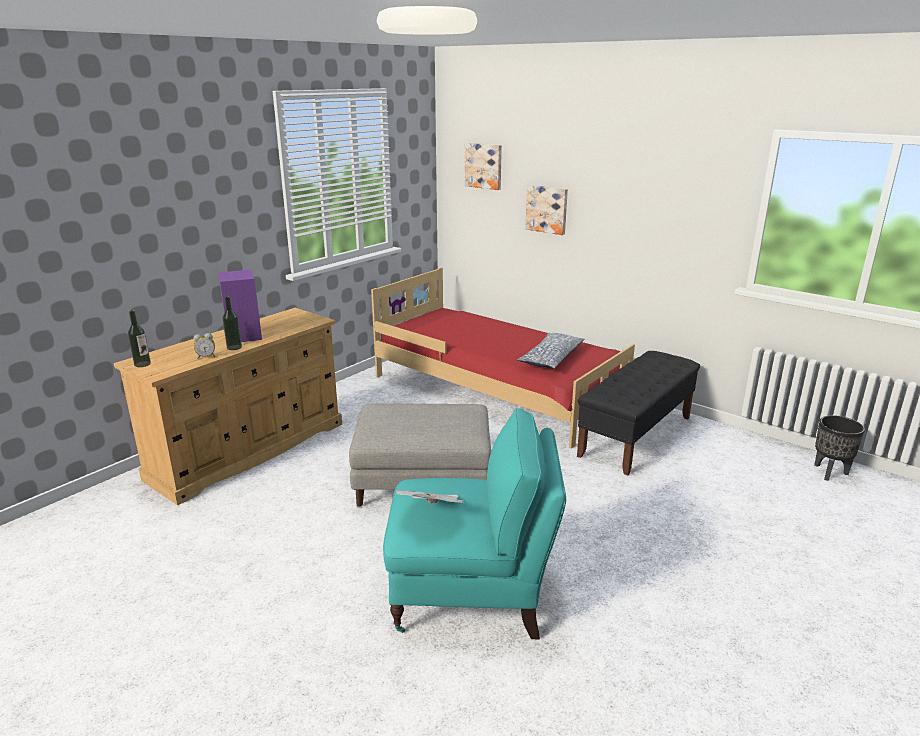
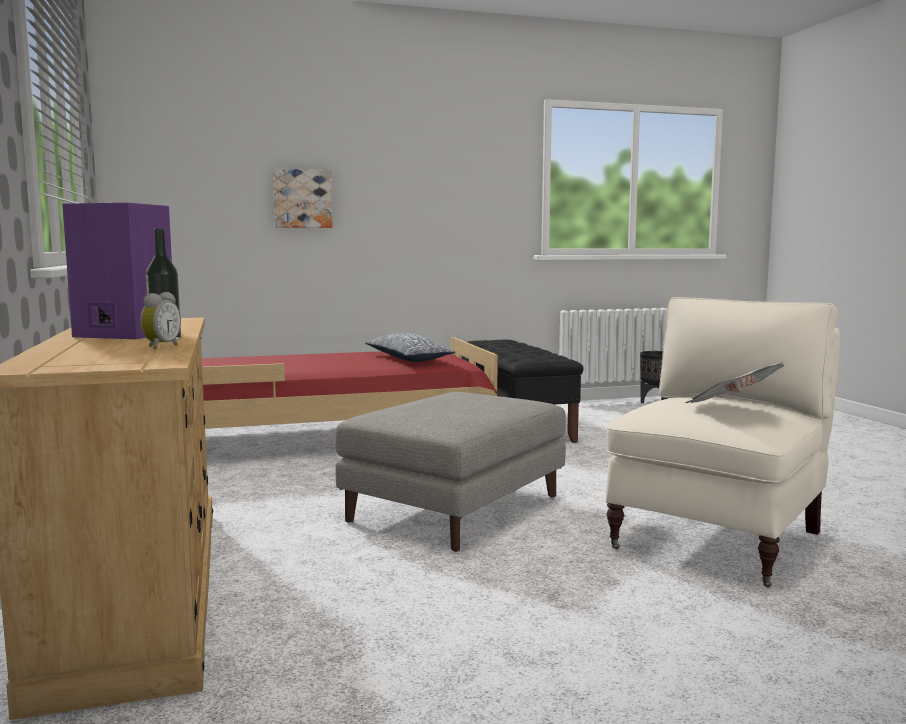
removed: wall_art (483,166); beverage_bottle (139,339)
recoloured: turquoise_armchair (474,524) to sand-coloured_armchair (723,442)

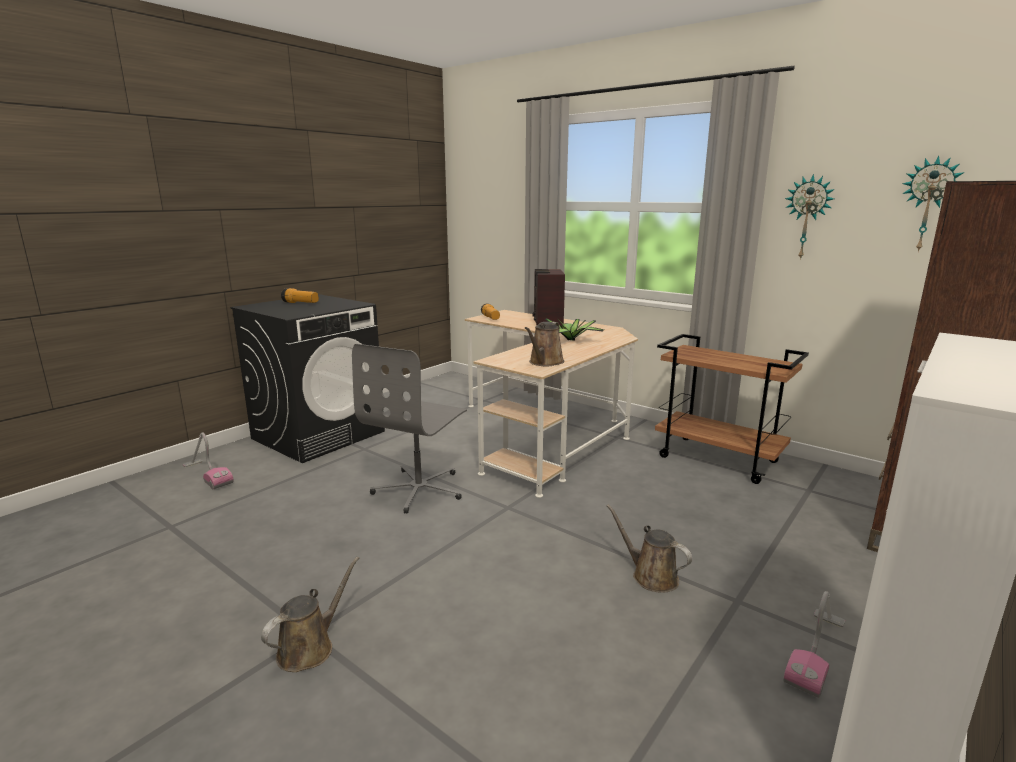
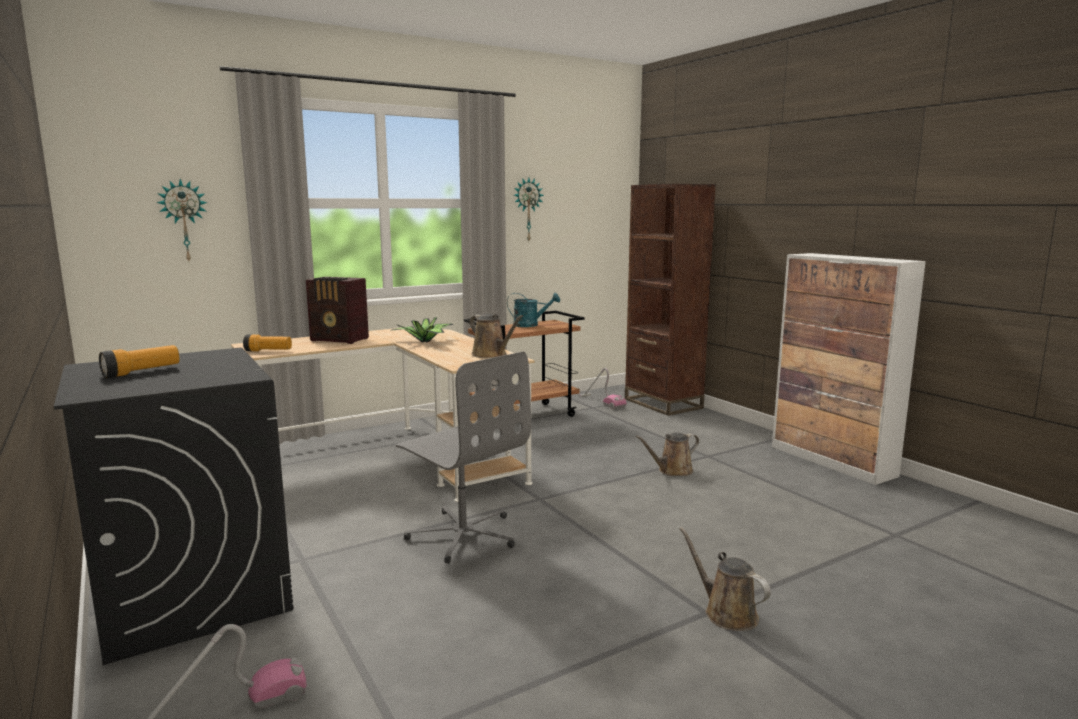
added: turquoise_sprinkling_can (533,310)
moved: clock_on_the_wall (933,204) to (182,220); vacuum_cleaner (814,644) to (602,389)

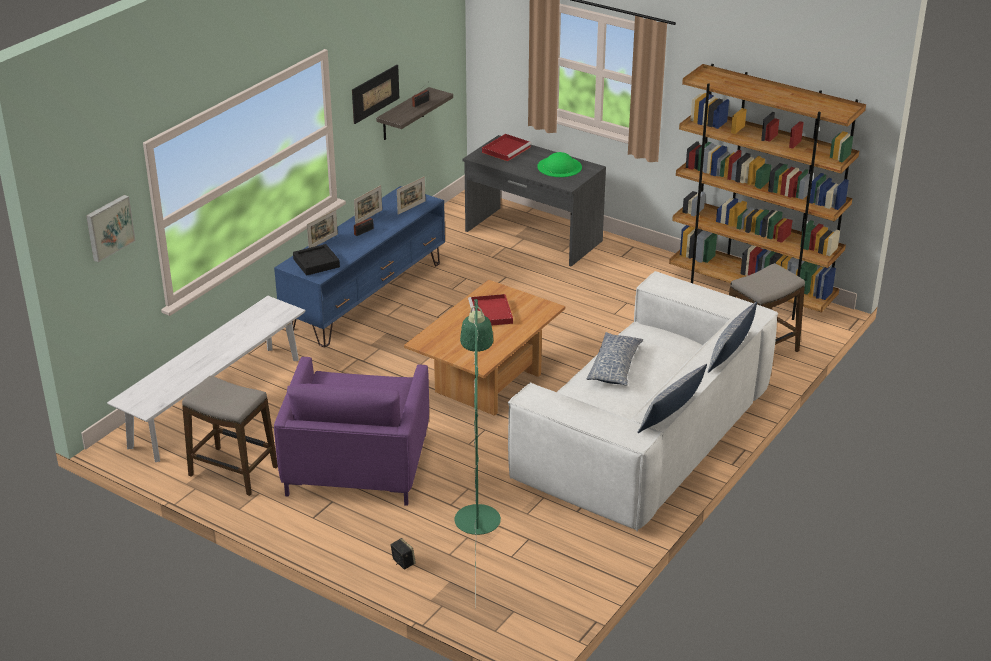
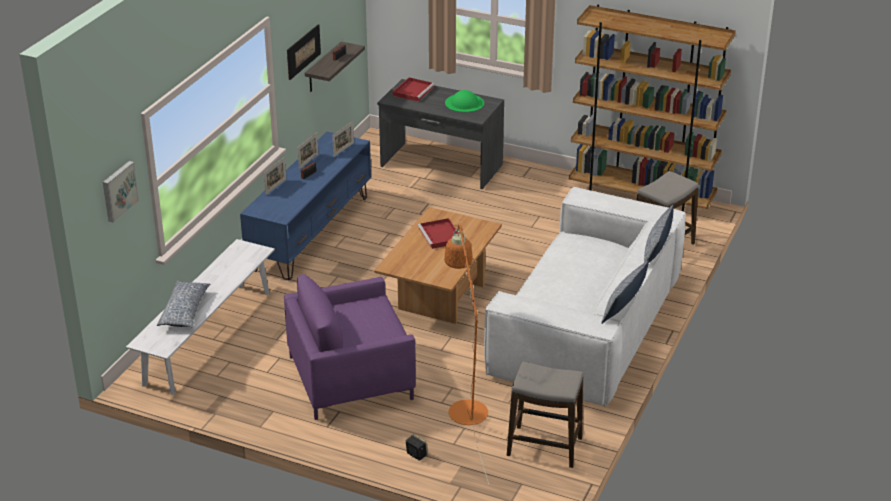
removed: blackish_serving_tray (316,259)
moved: throw_pillow (614,359) to (183,303); sitting_stool (230,436) to (545,415)
recoloured: green_standing_lamp (478,454) to orange-coloured_standing_lamp (466,354)
turned: purple-coloured_armchair (351,431) = (350,347) 75 degrees clockwise

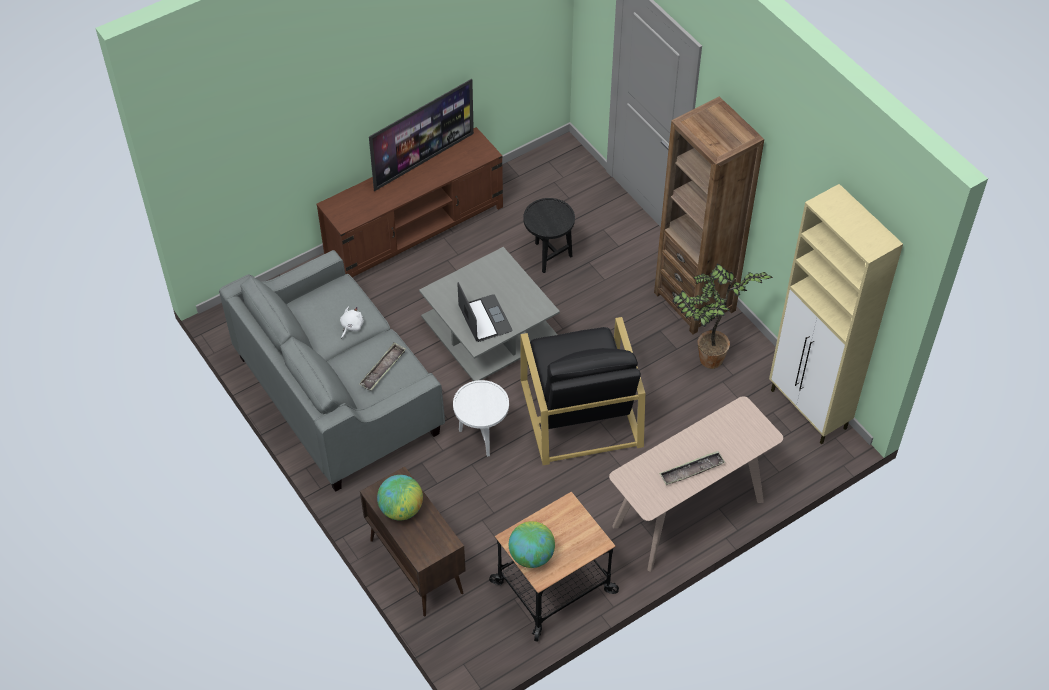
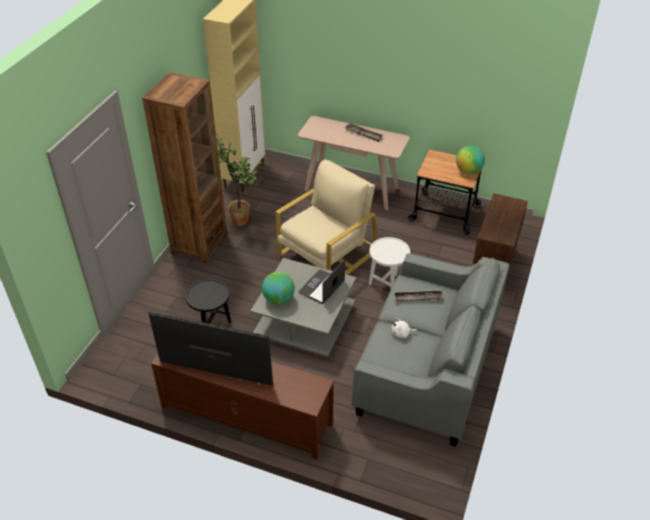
moved: desk_globe (400,498) to (278,288)
recoloured: blackish_armchair (583,391) to sand-coloured_armchair (327,217)

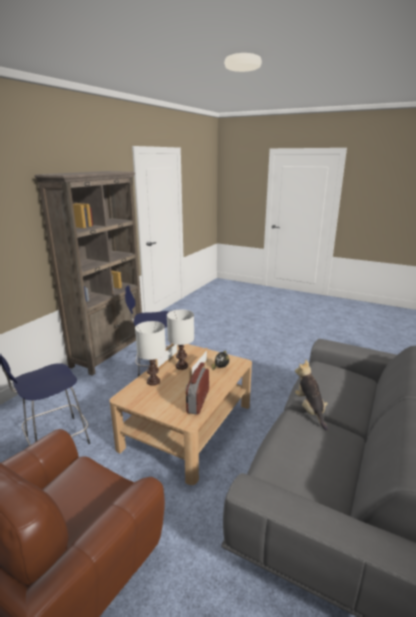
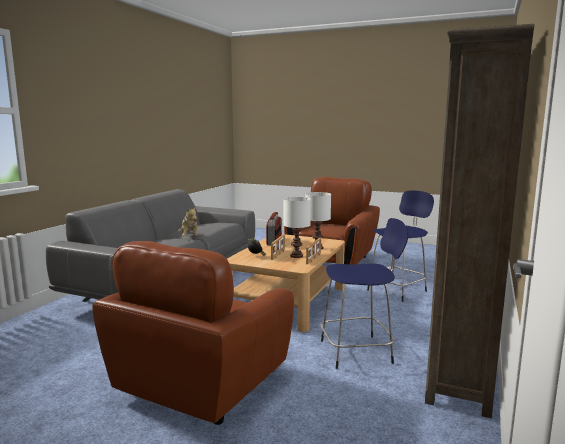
added: brown_armchair (193,333)

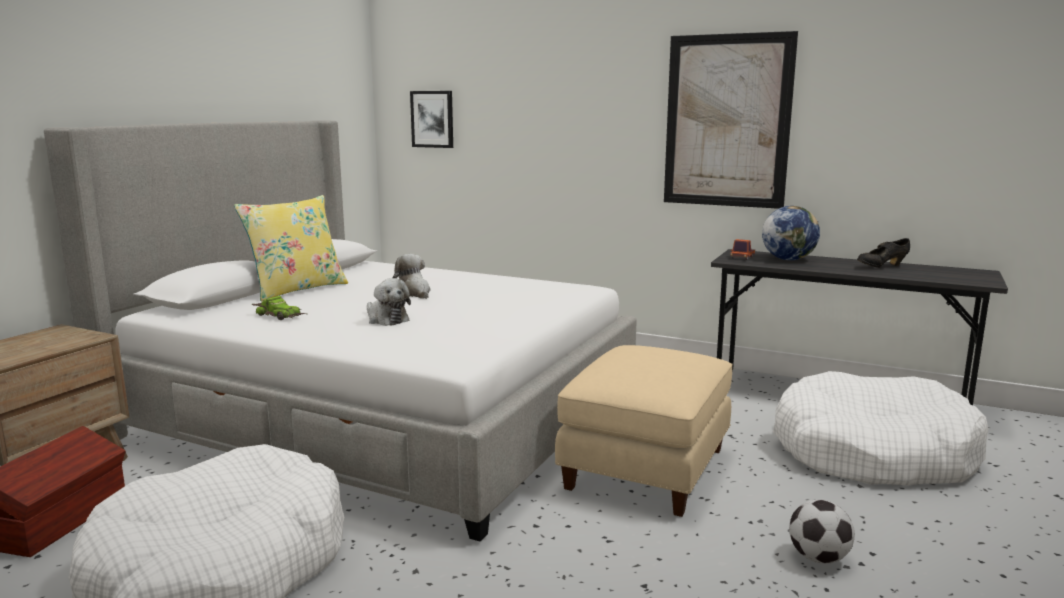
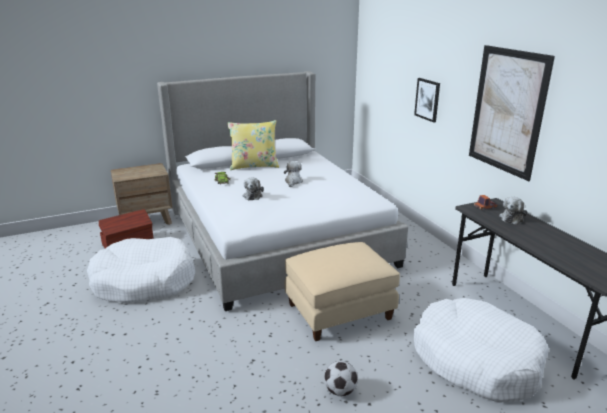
removed: blackish_item_of_footwear (883,253)
moved: wall_art (431,119) to (427,100)
replaced: desk_globe (791,233) to plush_toy (513,211)

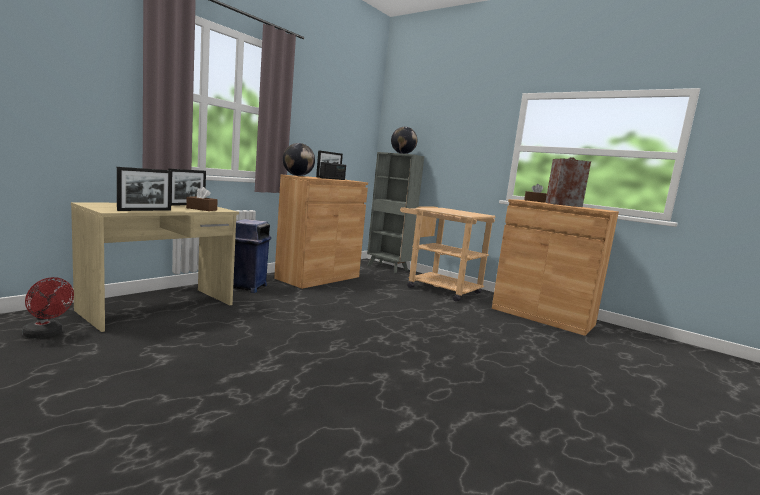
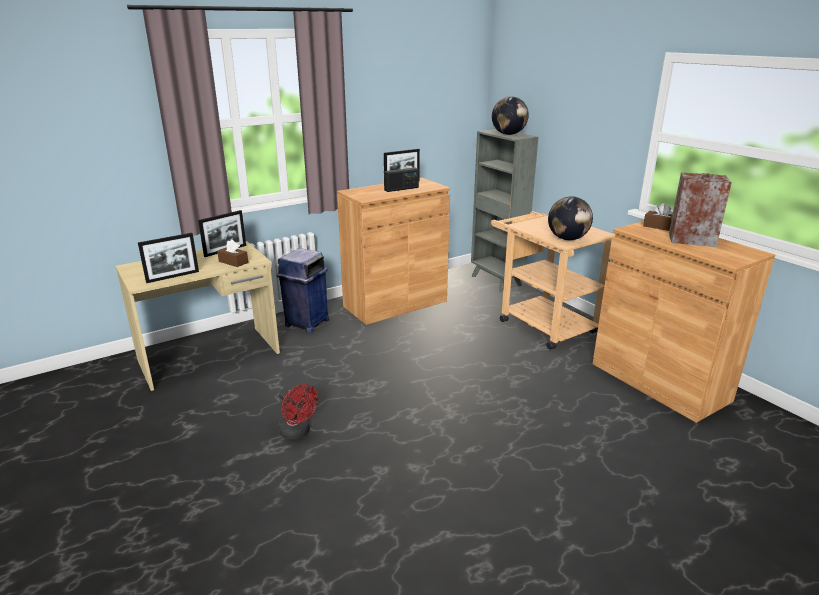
moved: desk_globe (299,159) to (570,218); red_cooling_fan (48,307) to (298,412)

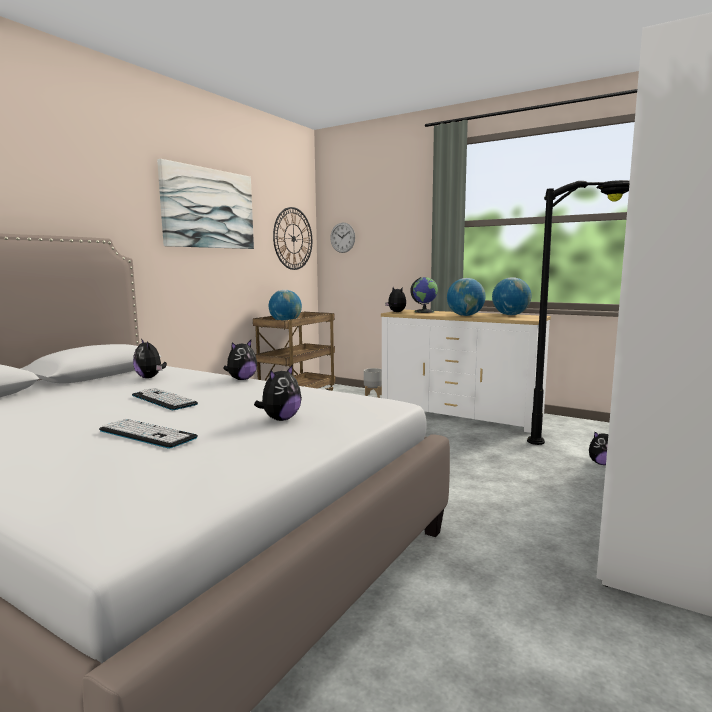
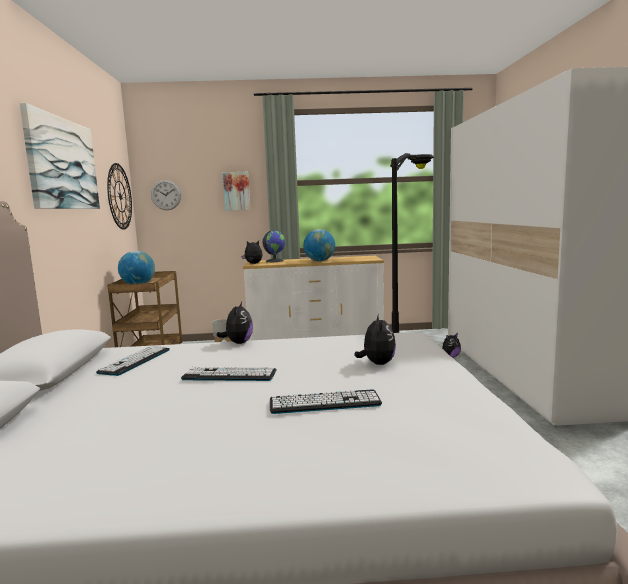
removed: desk_globe (511,296)
added: wall_art (237,191)
replaced: plush_toy (150,358) to computer_keyboard (133,361)

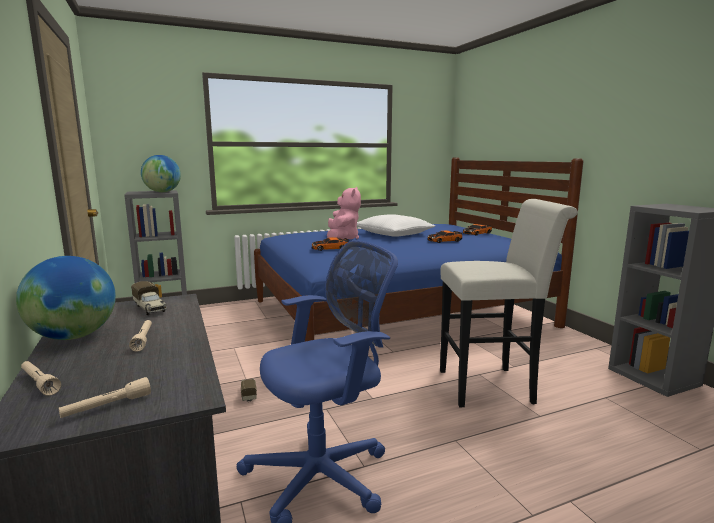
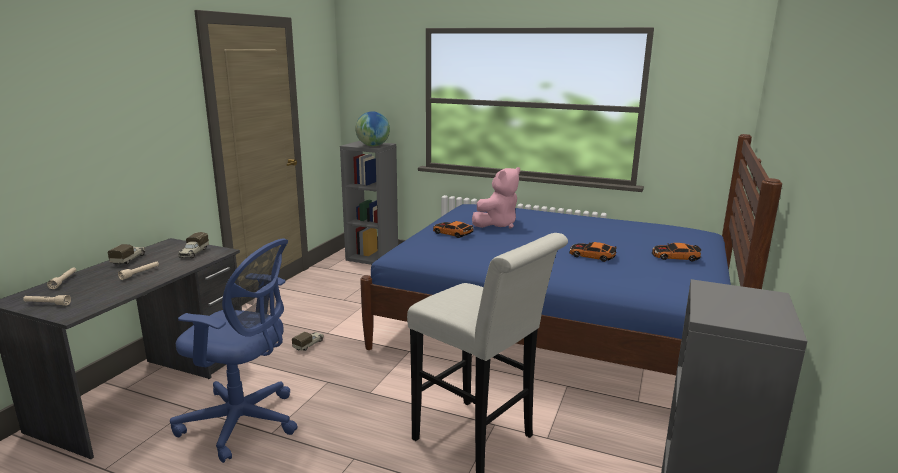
removed: whitish_throw_pillow (396,225)
replaced: desk_globe (66,298) to toy_truck (126,254)

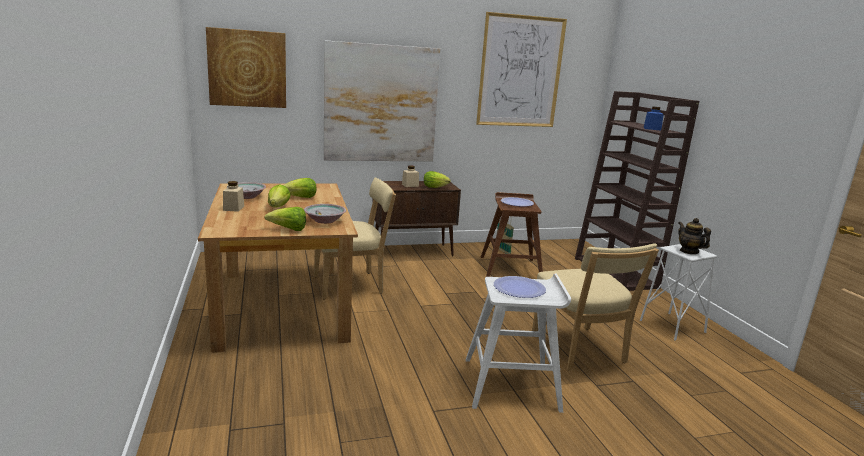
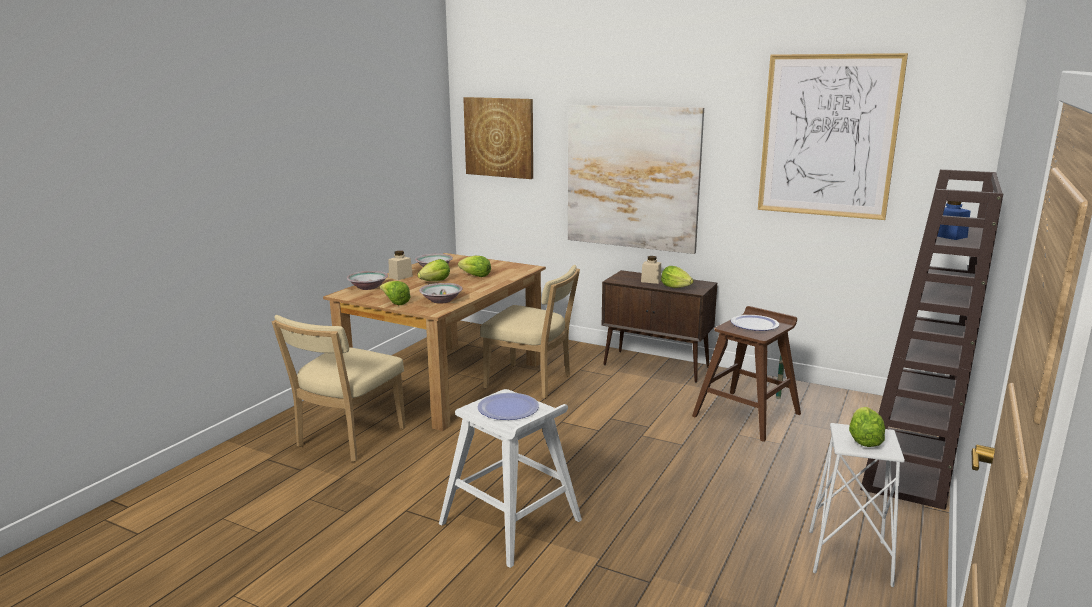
added: deep_dish (367,280)
moved: sand-coloured_upright_chair (595,307) to (339,388)
replaced: teapot (694,236) to head_of_lettuce (867,427)

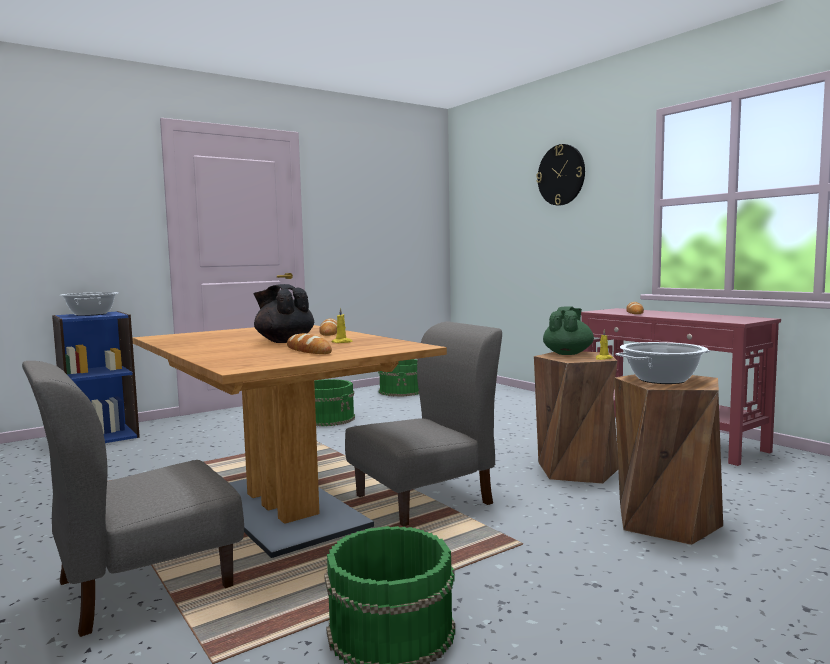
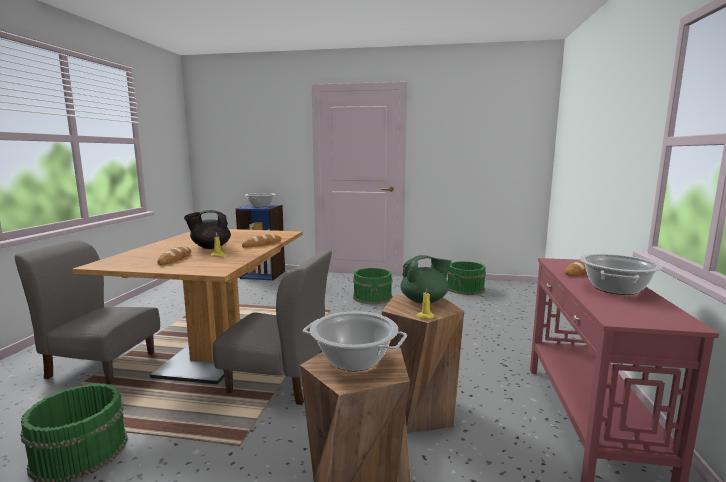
removed: clock_on_the_wall (560,175)
added: cooking_pot (621,274)
turned: blackish_teapot (283,313) = (207,229) 105 degrees counterclockwise

